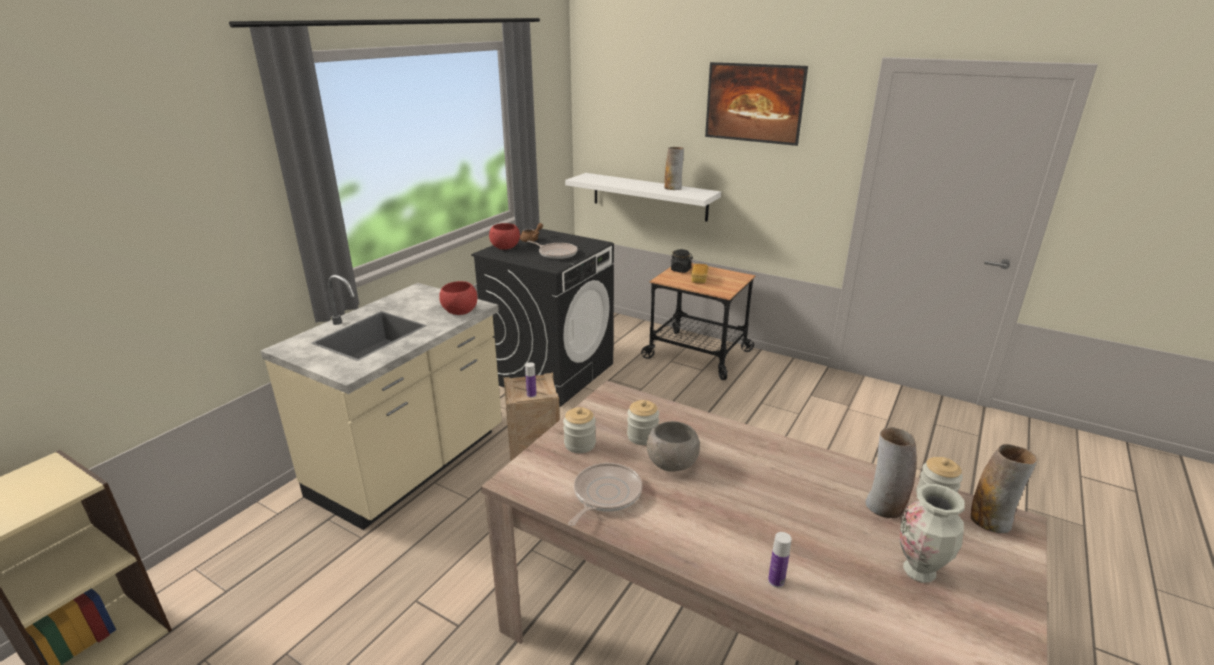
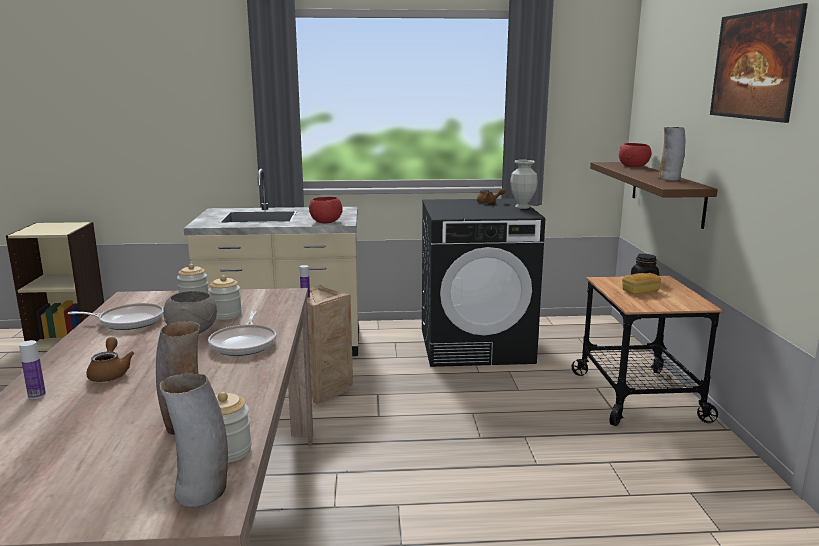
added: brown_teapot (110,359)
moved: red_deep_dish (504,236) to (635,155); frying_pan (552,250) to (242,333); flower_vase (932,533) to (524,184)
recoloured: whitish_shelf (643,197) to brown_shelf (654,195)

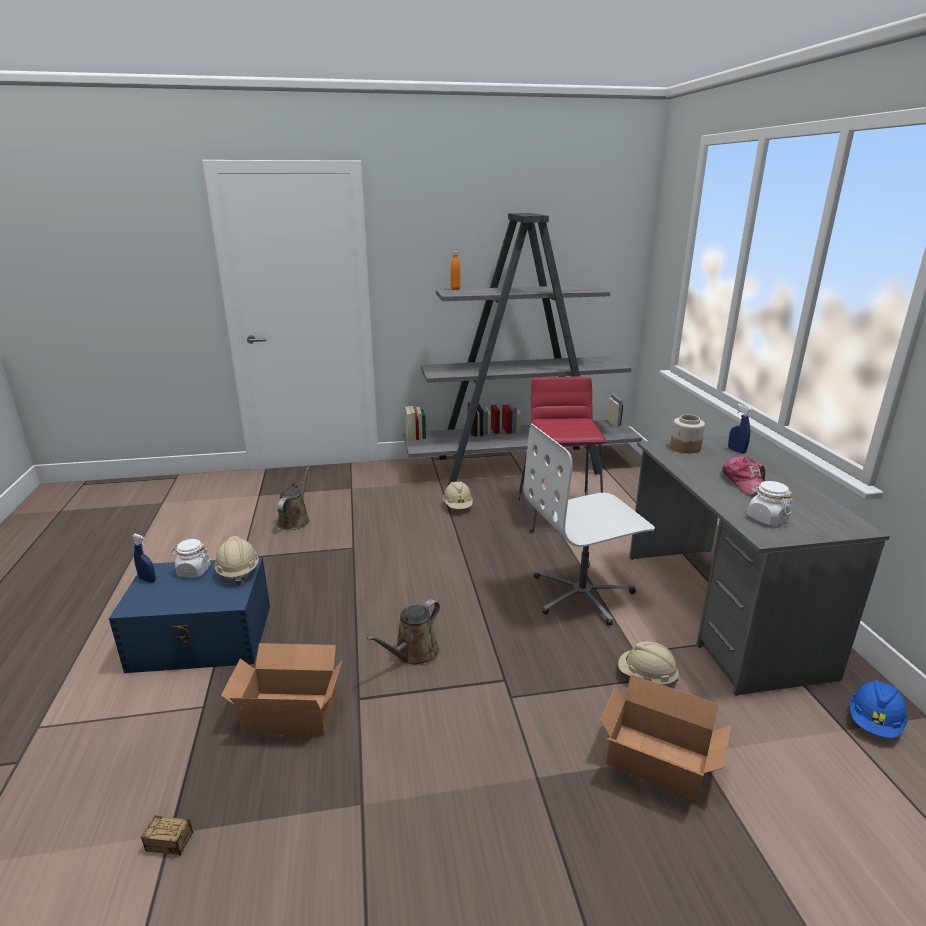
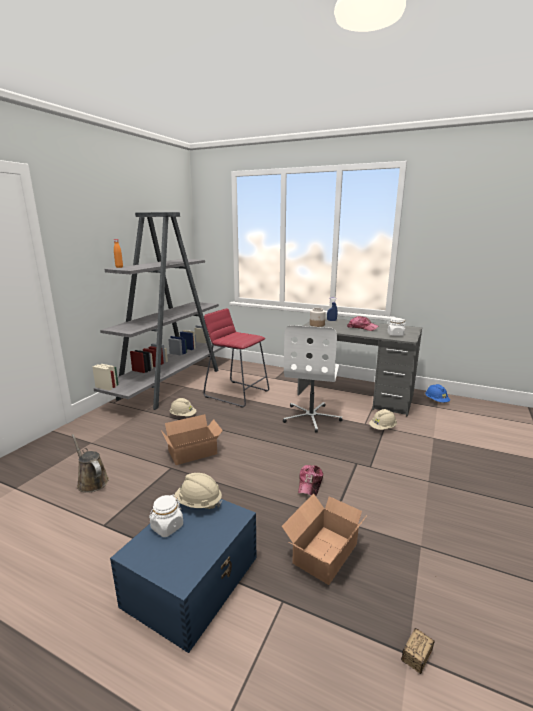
removed: blue_hand_sprayer (144,558)
moved: packing_box (666,738) to (192,439)
replaced: brown_sprinkling_can (403,632) to cap (310,480)

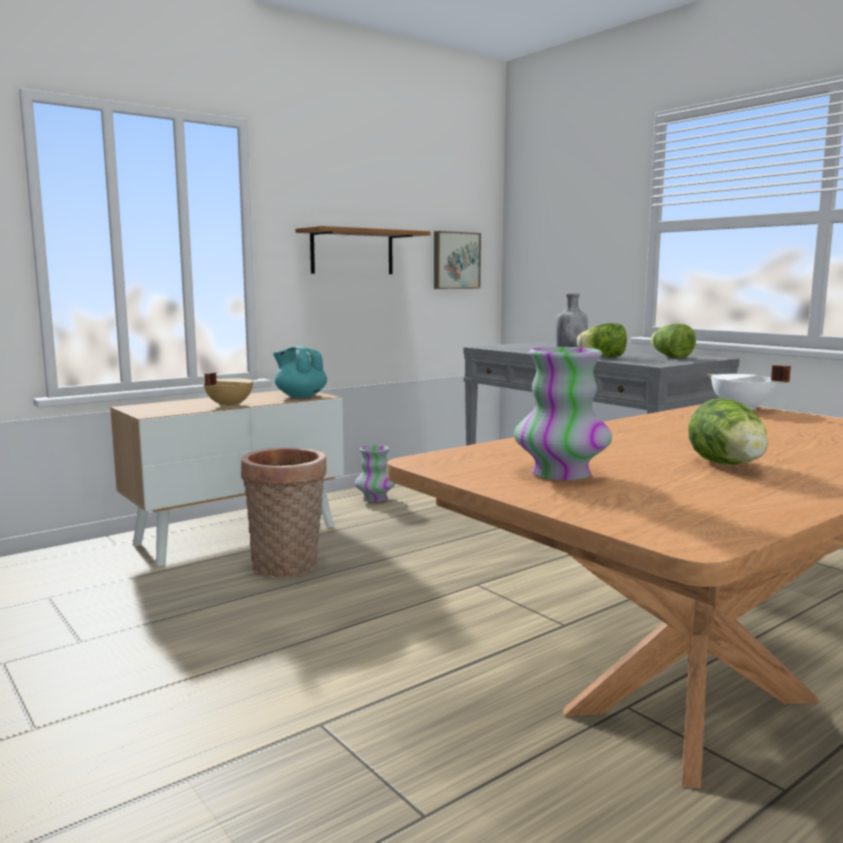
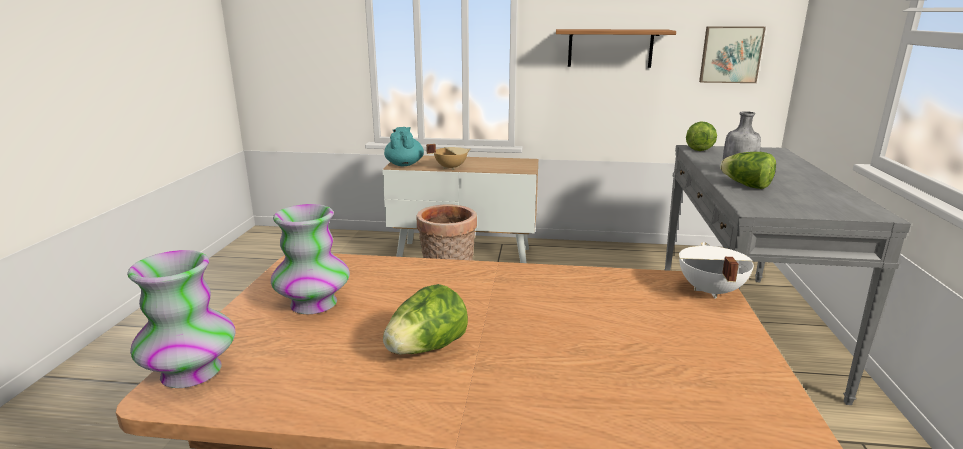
moved: head_of_lettuce (673,341) to (701,136); turquoise_teapot (300,372) to (404,146); flower_vase (375,473) to (181,319)

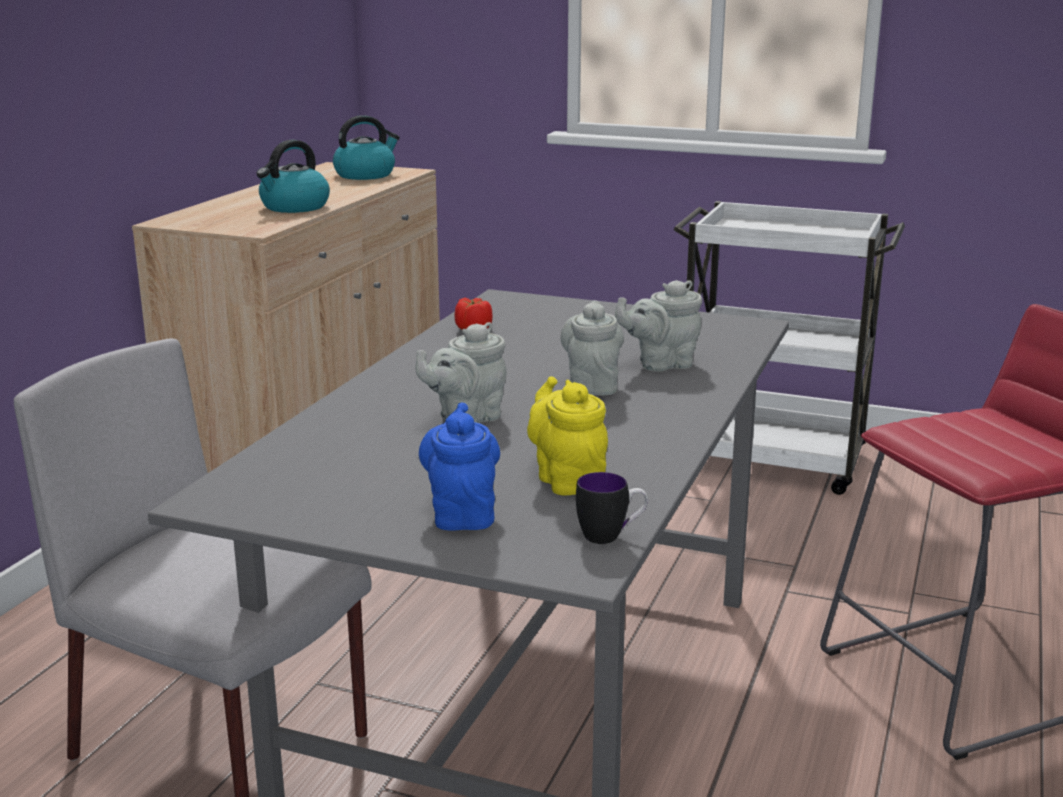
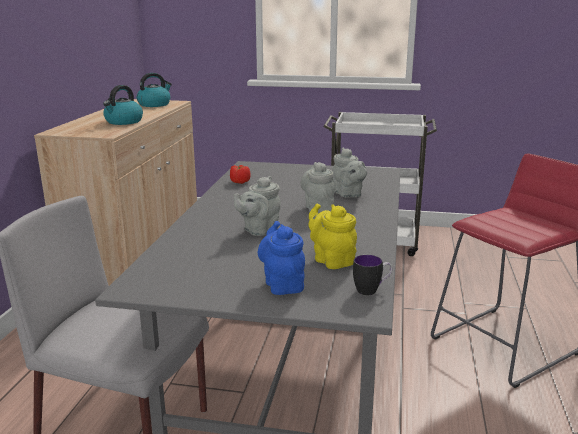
turned: grey_teapot (658,326) = (349,172) 90 degrees counterclockwise

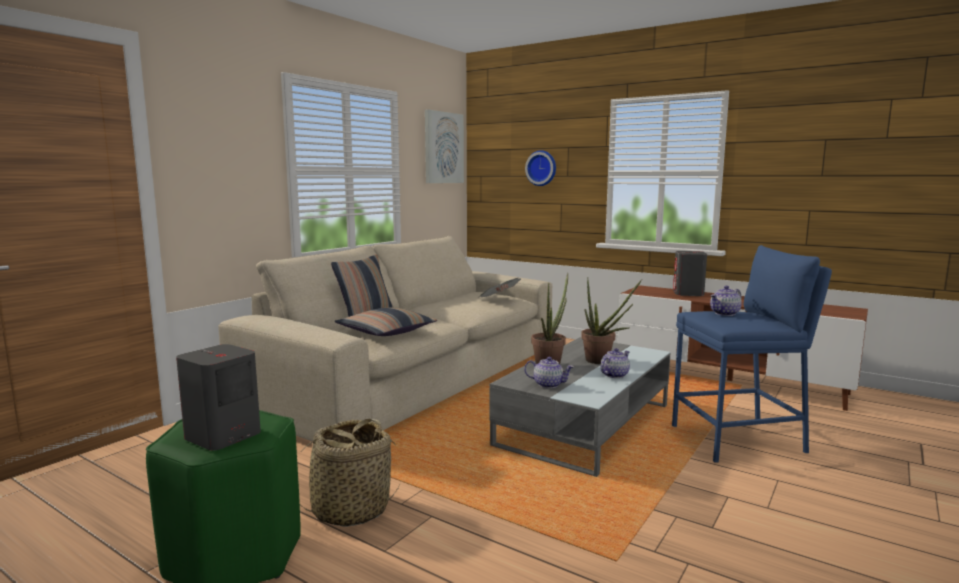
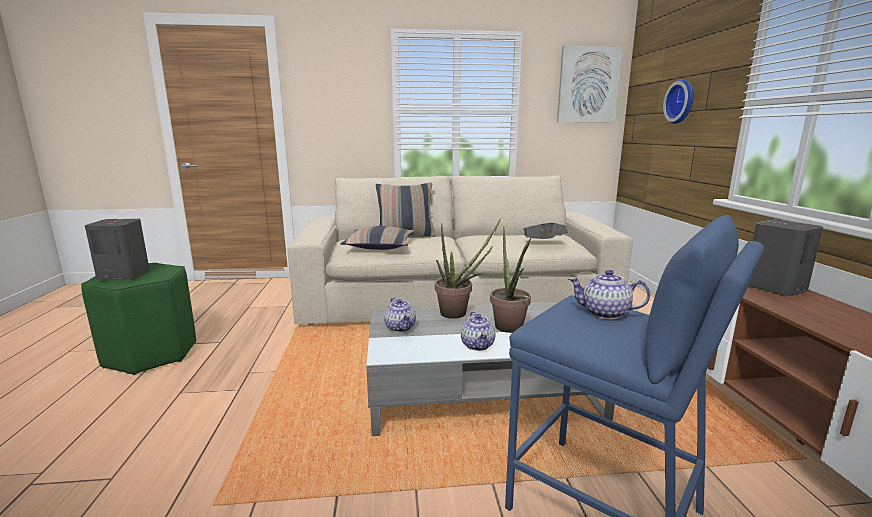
removed: basket (350,472)
turned: teapot (615,363) = (478,331) 75 degrees clockwise

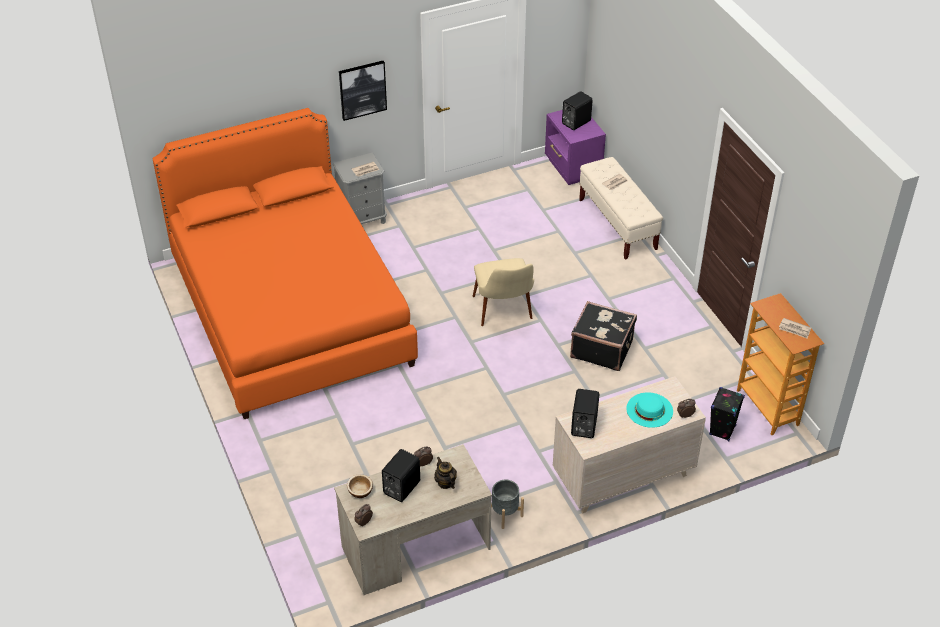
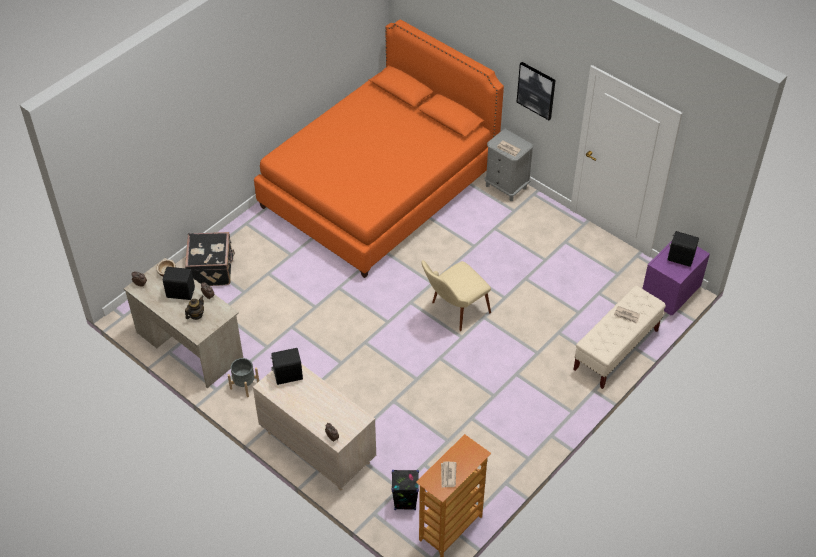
removed: turquoise_wearable_hat (649,410)
moved: blackish_piece_of_luggage (603,336) to (210,259)

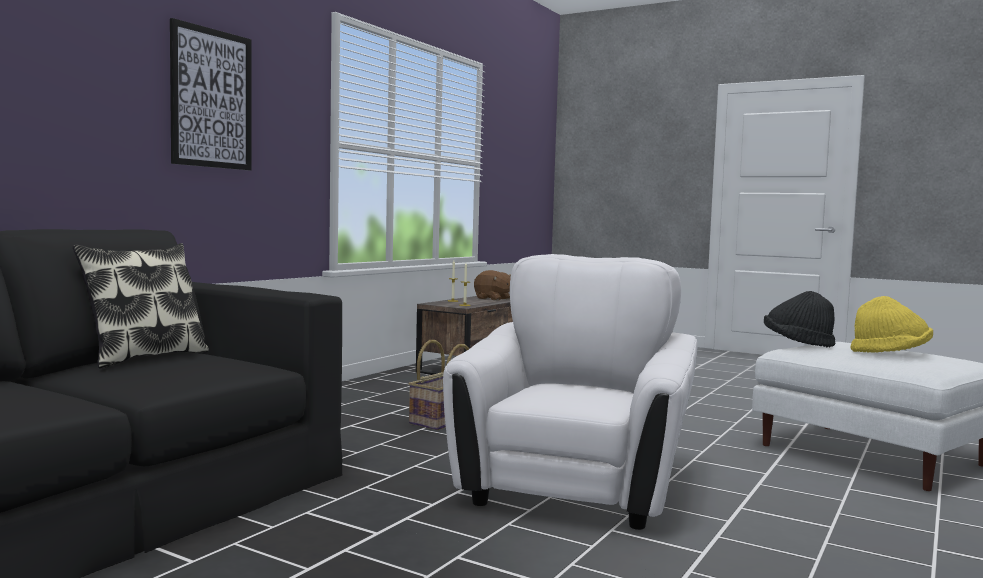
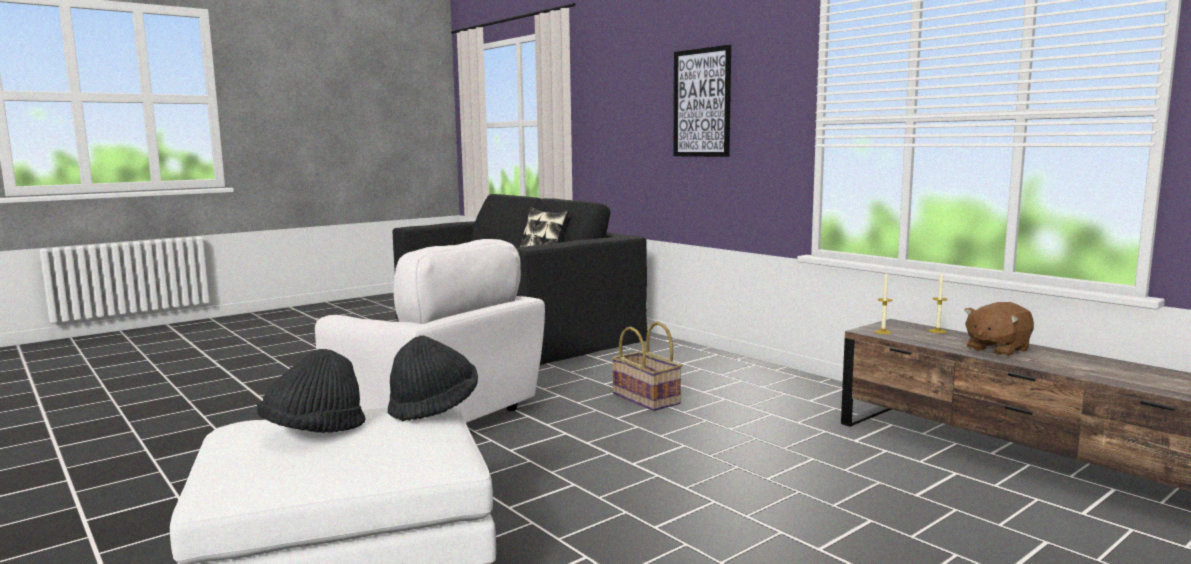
recoloured: yellow_wearable_hat (891,324) to blackish_wearable_hat (311,391)

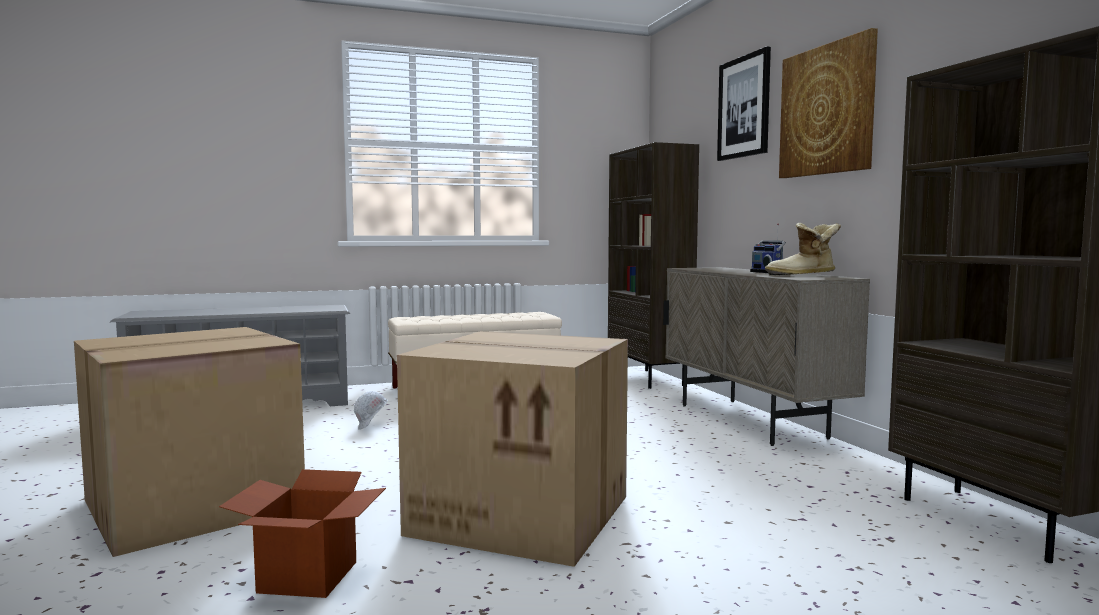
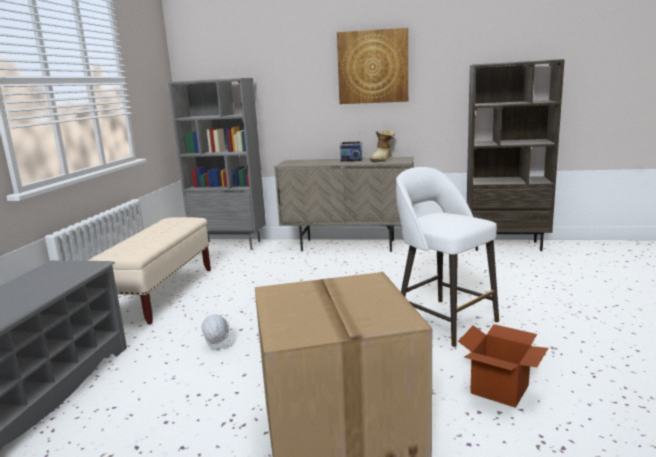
removed: wall_art (744,103)
replaced: packing_box (512,449) to whitish_sitting_stool (447,257)
recoloured: brown_shelving_unit (653,265) to grey_shelving_unit (217,164)

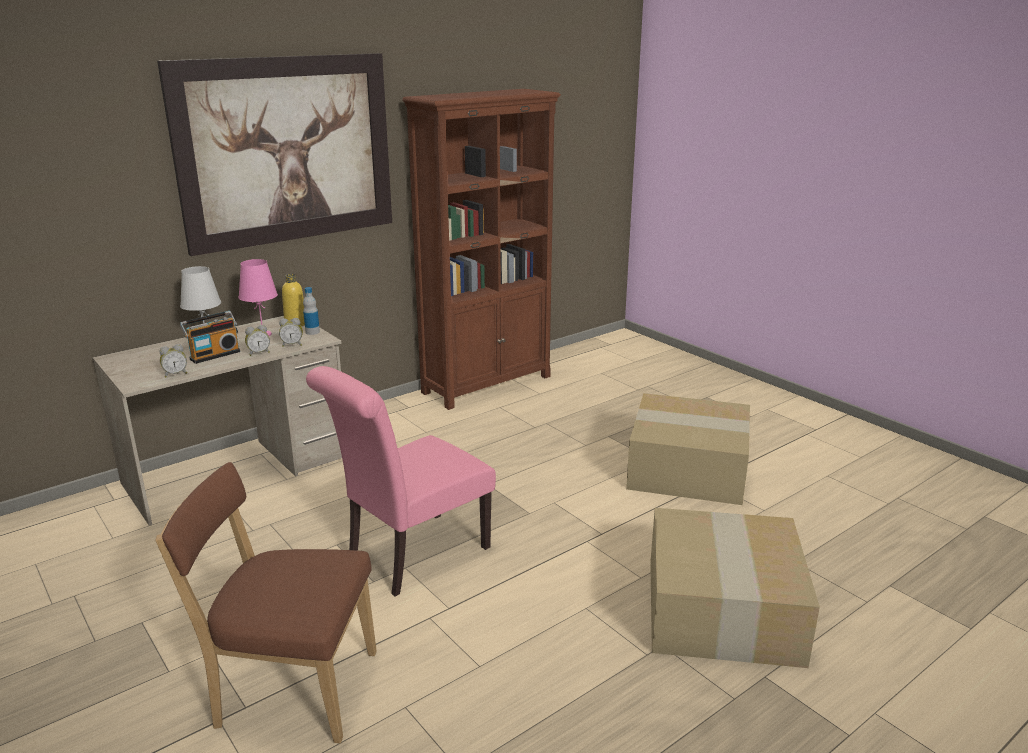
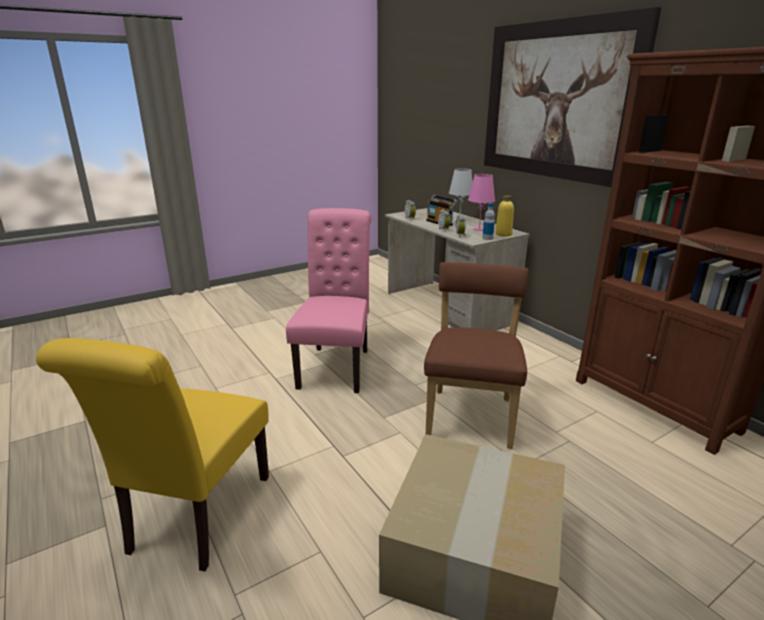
moved: brown_upright_chair (266,602) to (476,355)
replaced: packing_box (735,588) to yellow_upright_chair (152,454)
turned: pinkish_upright_chair (401,481) = (328,300) 45 degrees clockwise

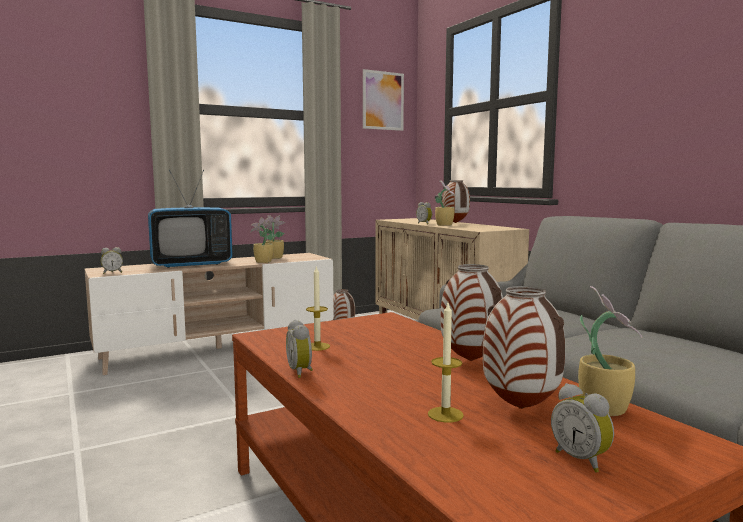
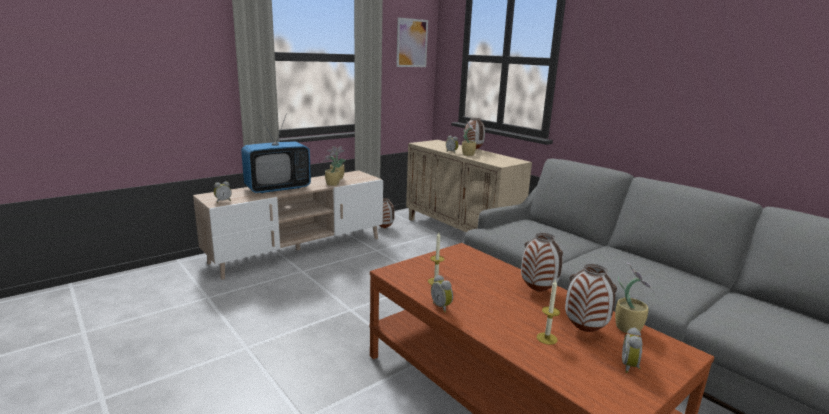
turned: alarm_clock (582,428) = (632,350) 60 degrees clockwise

